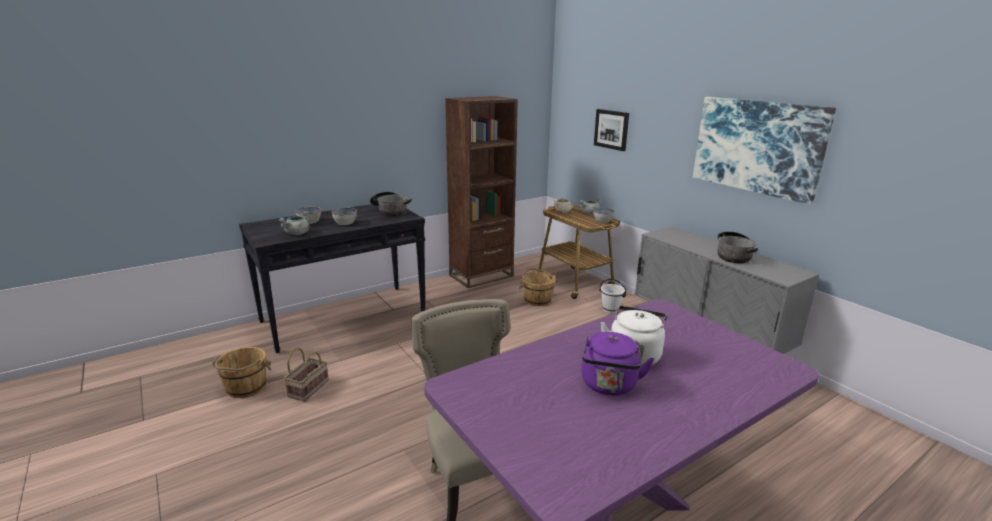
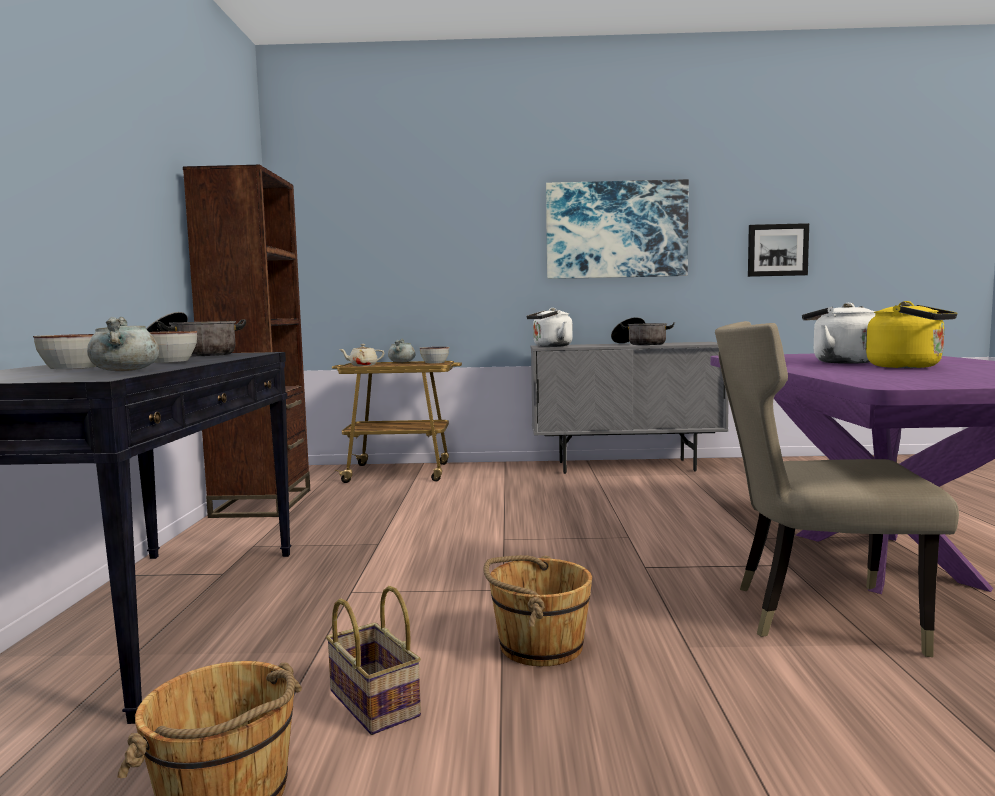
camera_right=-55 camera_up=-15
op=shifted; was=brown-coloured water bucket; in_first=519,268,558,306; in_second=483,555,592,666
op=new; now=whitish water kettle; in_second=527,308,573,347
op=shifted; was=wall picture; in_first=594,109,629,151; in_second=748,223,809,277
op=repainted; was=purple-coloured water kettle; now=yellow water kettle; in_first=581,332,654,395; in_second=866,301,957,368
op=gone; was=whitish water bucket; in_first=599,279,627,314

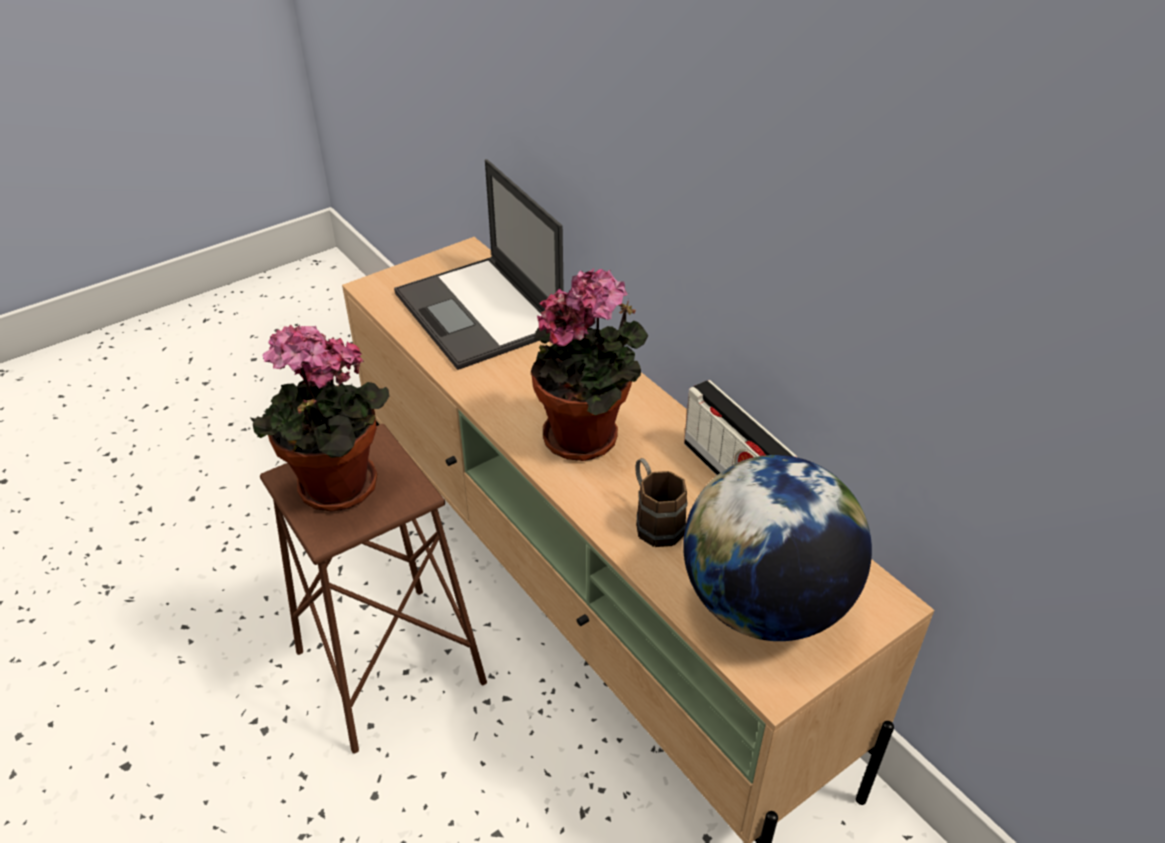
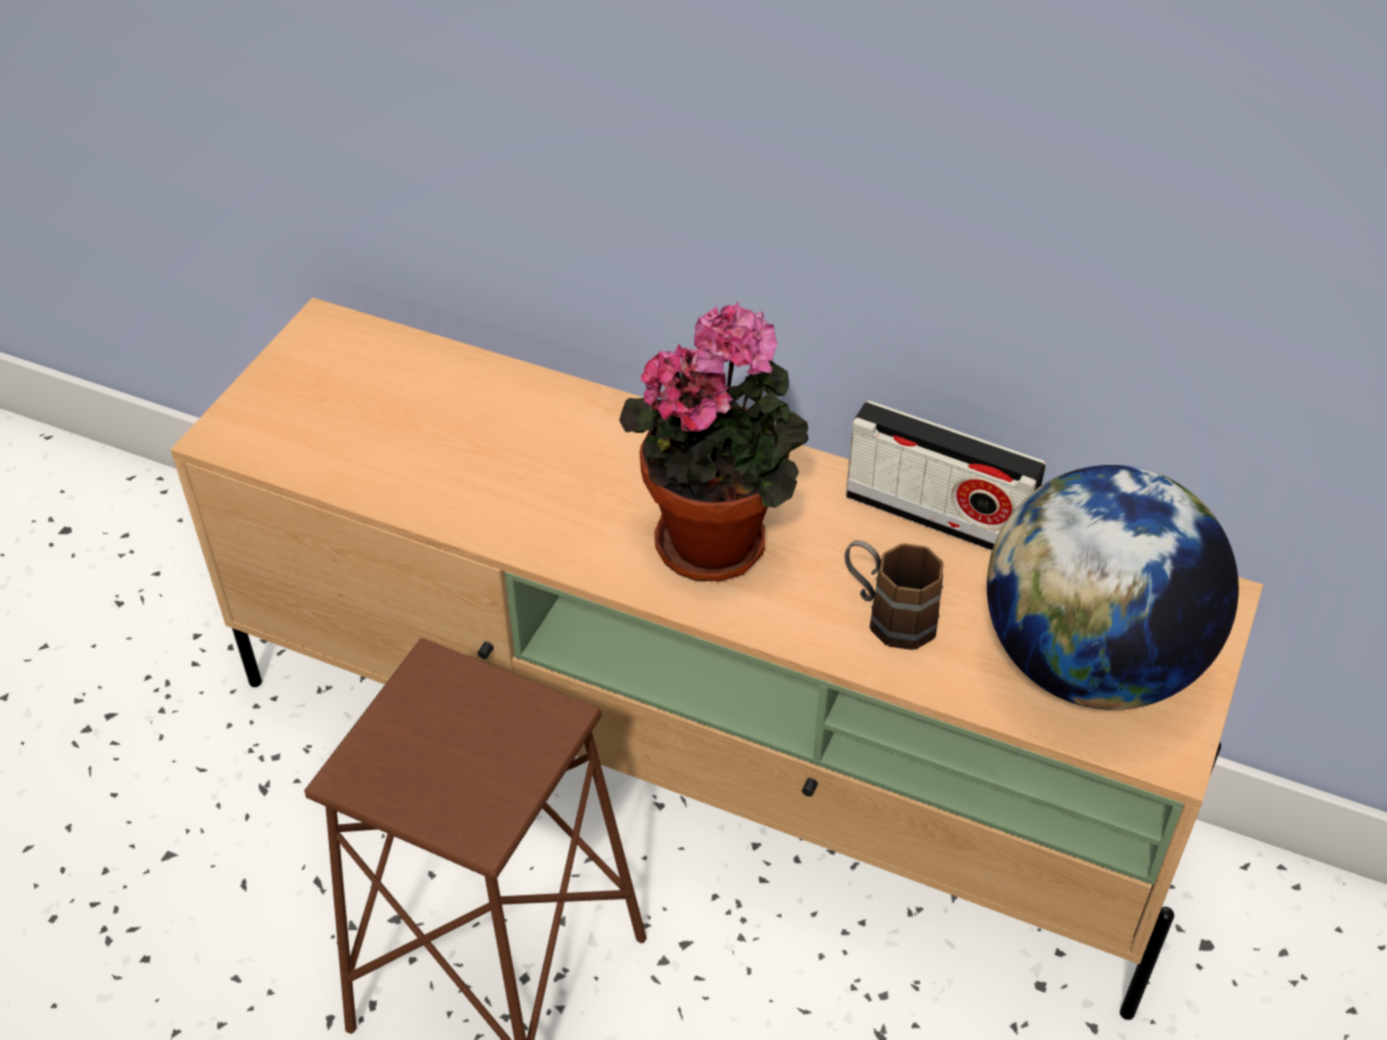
camera_right=-30 camera_up=5
op=gone; was=potted plant; in_first=250,324,389,512
op=gone; was=laptop; in_first=394,159,564,370

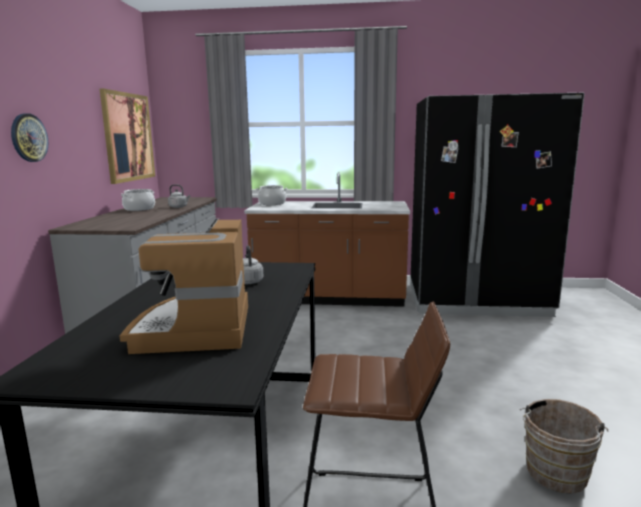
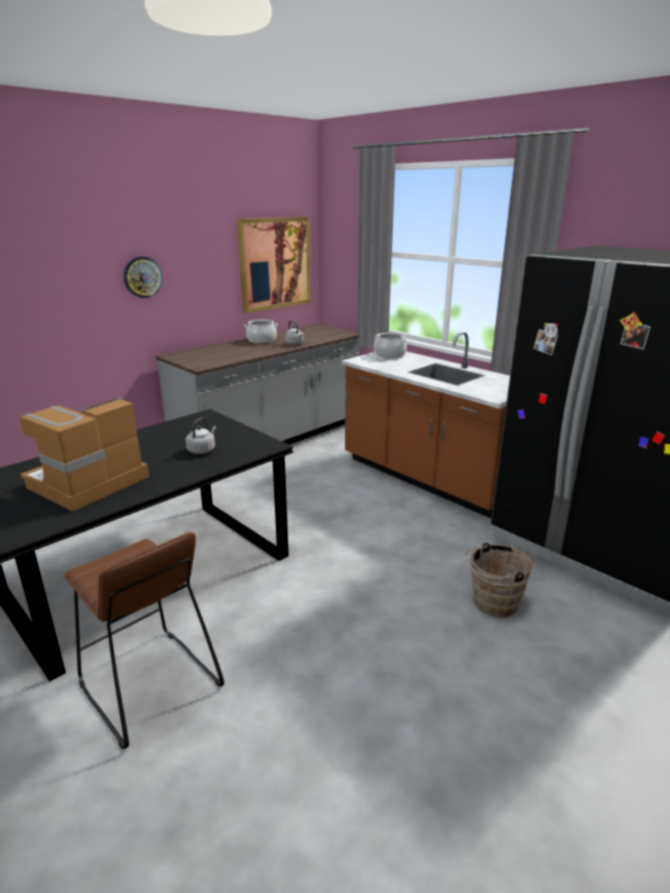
camera_right=40 camera_up=10
op=shifted; was=brown-coloured water bucket; in_first=520,399,608,494; in_second=464,543,533,617

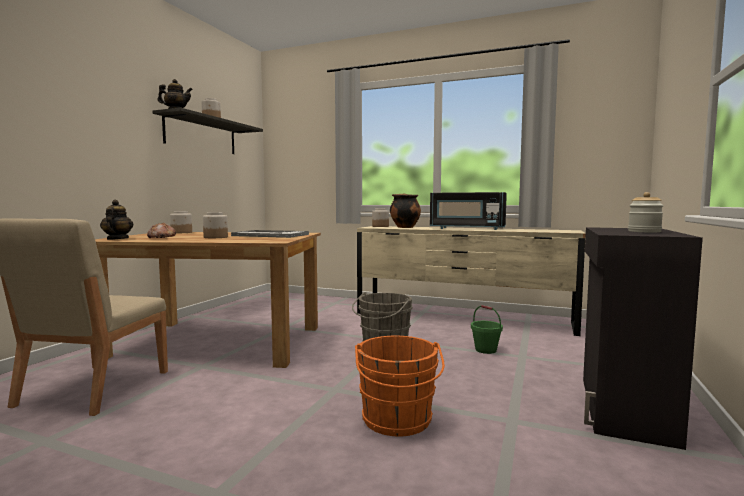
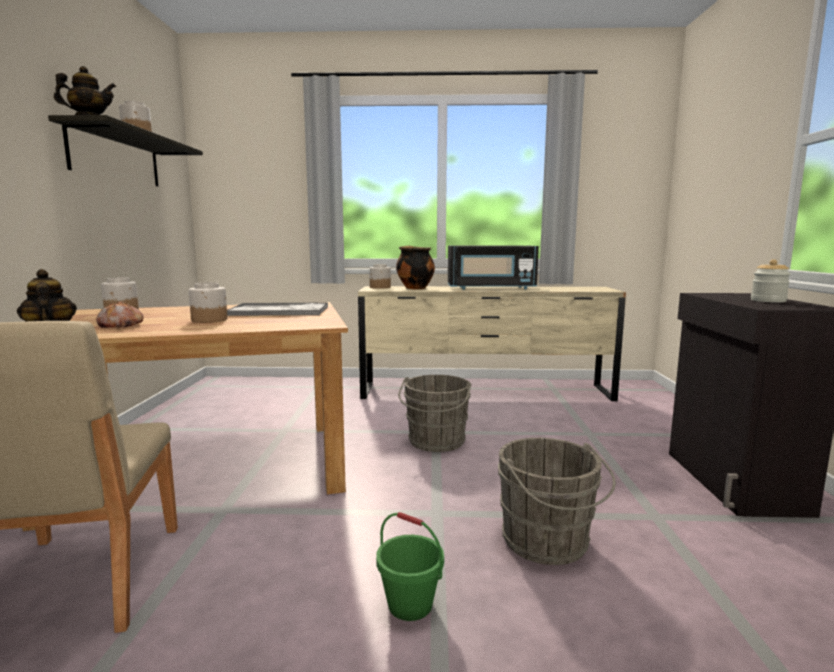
camera_right=-20 camera_up=5
op=shifted; was=green water bucket; in_first=471,305,503,354; in_second=376,512,444,621
op=repainted; was=orange-coloured water bucket; now=grey water bucket; in_first=355,336,445,436; in_second=498,438,616,565

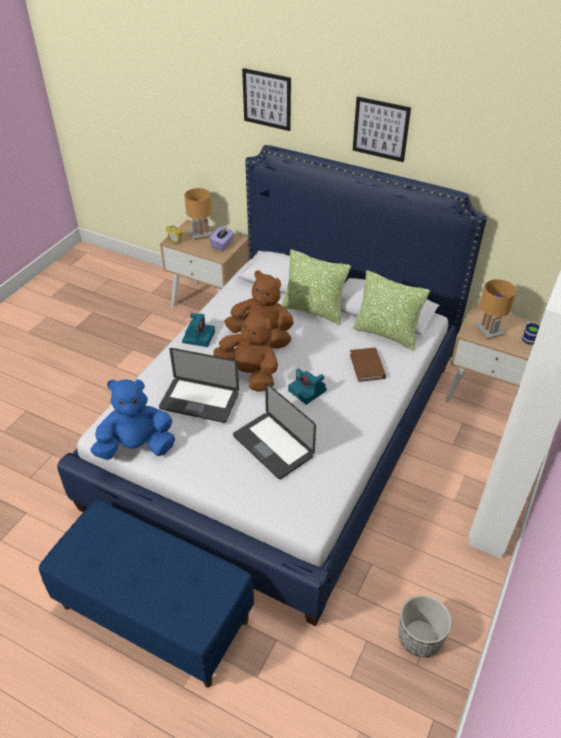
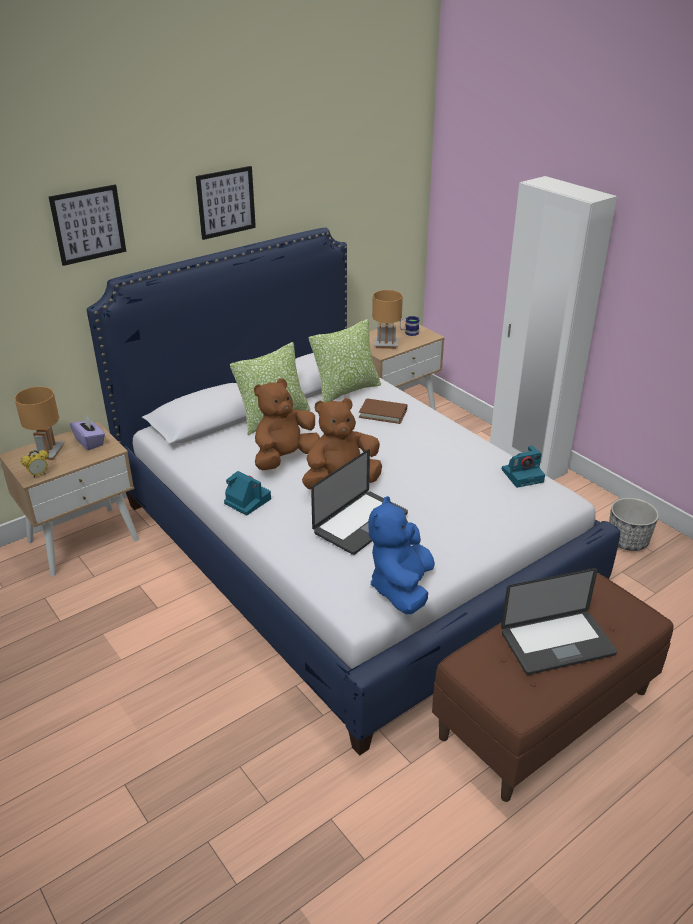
camera_right=-65 camera_up=-10
op=repainted; was=bluish indoor bench; now=brown-coloured indoor bench; in_first=39,500,254,688; in_second=432,572,673,802
op=shifted; was=laptop; in_first=233,383,316,479; in_second=501,568,617,675
op=shifted; was=still camera; in_first=288,368,327,405; in_second=502,446,545,488

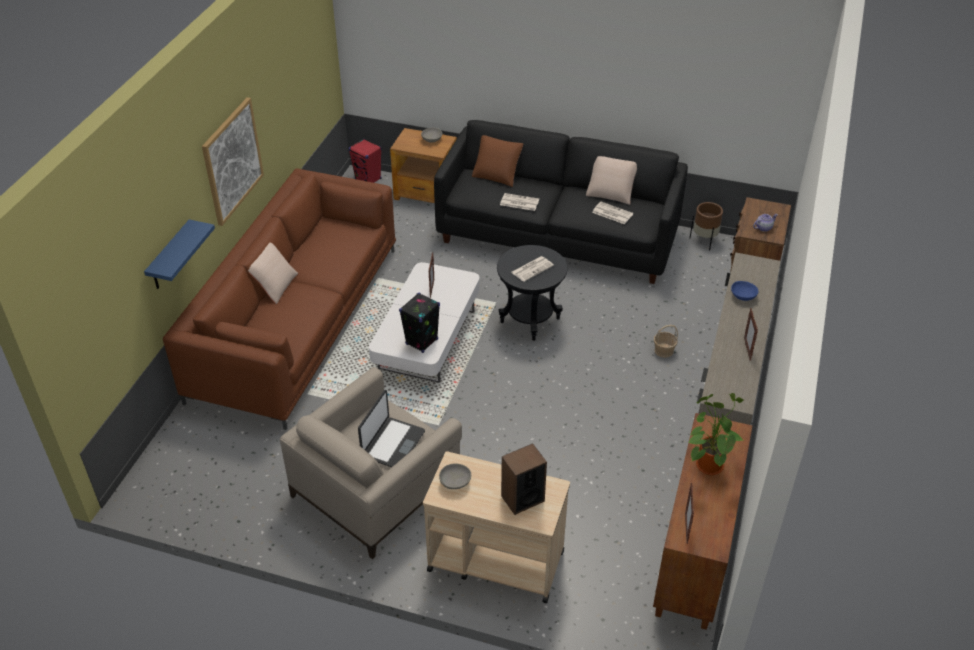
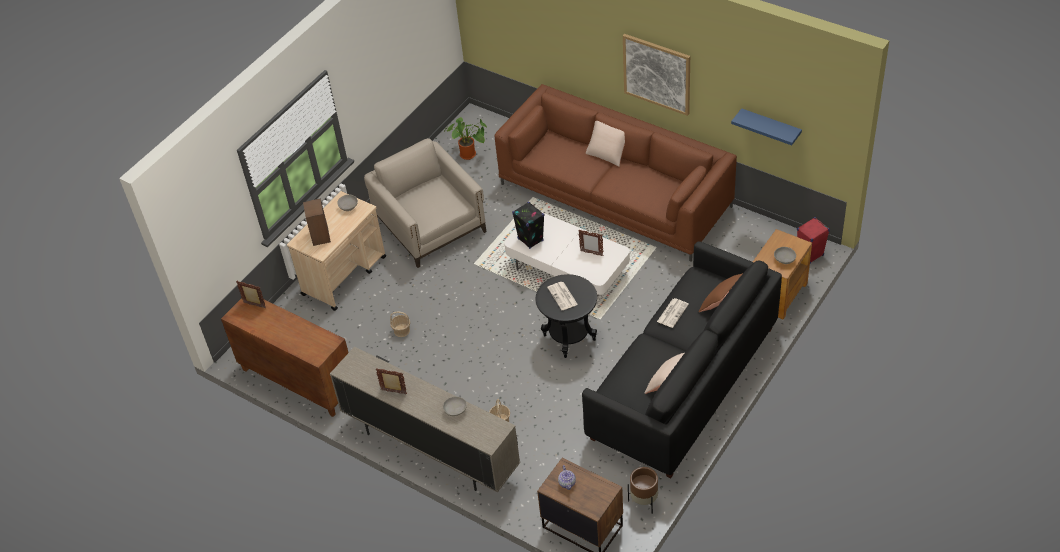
camera_right=110 camera_up=5
op=new; now=household basket; in_second=390,311,410,337
op=repainted; was=bluish serving bowl; now=grey serving bowl; in_first=731,281,759,301; in_second=443,396,467,416
op=shifted; was=potted plant; in_first=688,393,744,475; in_second=444,117,487,160
op=shifted; was=bluish wall shelf; in_first=144,219,215,289; in_second=731,108,802,145
op=gone; was=laptop; in_first=358,390,425,467
op=gone; was=newspaper; in_first=592,202,633,224

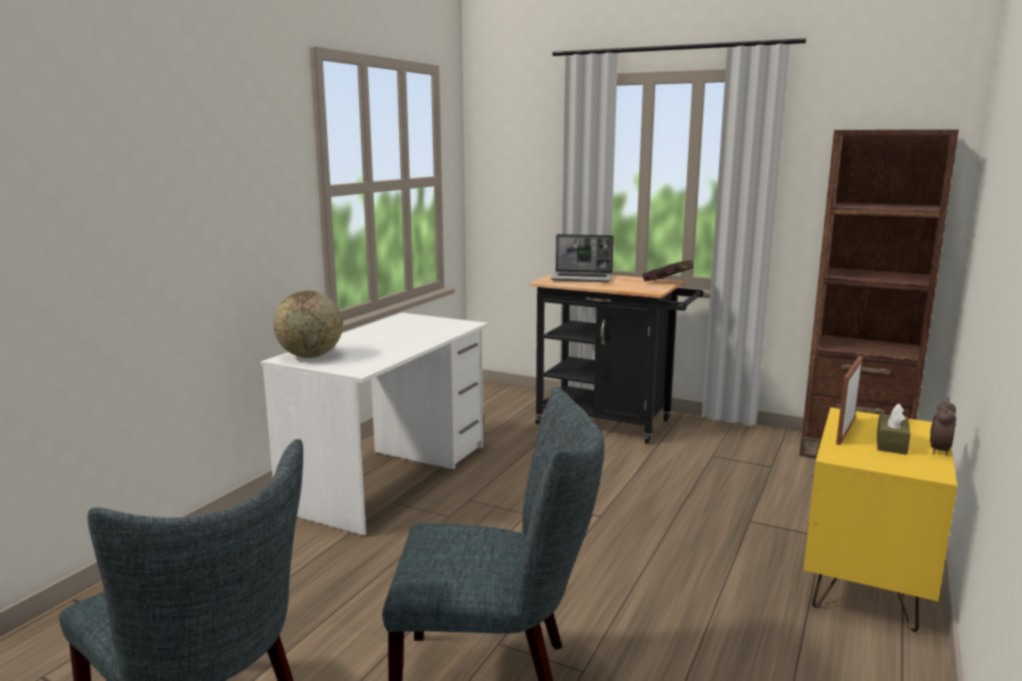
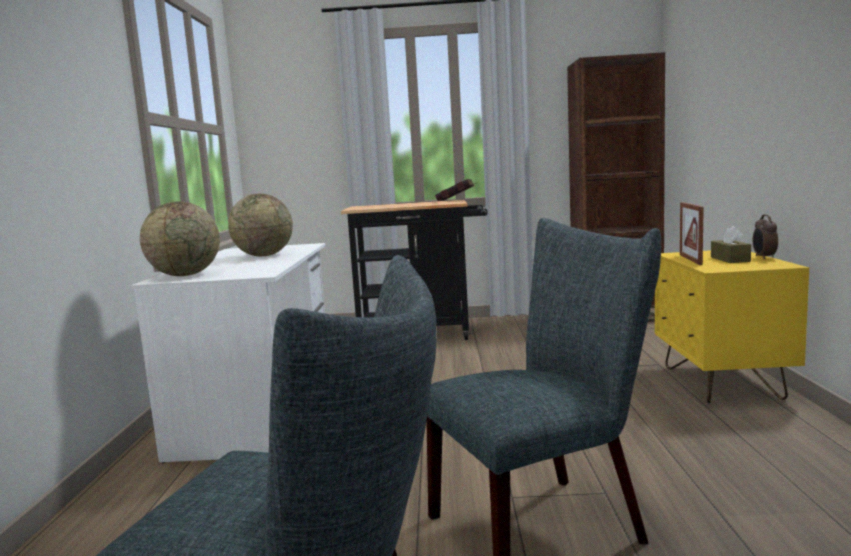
camera_right=-25 camera_up=-5
op=new; now=world globe; in_second=228,194,293,256
op=gone; was=laptop; in_first=551,234,614,282

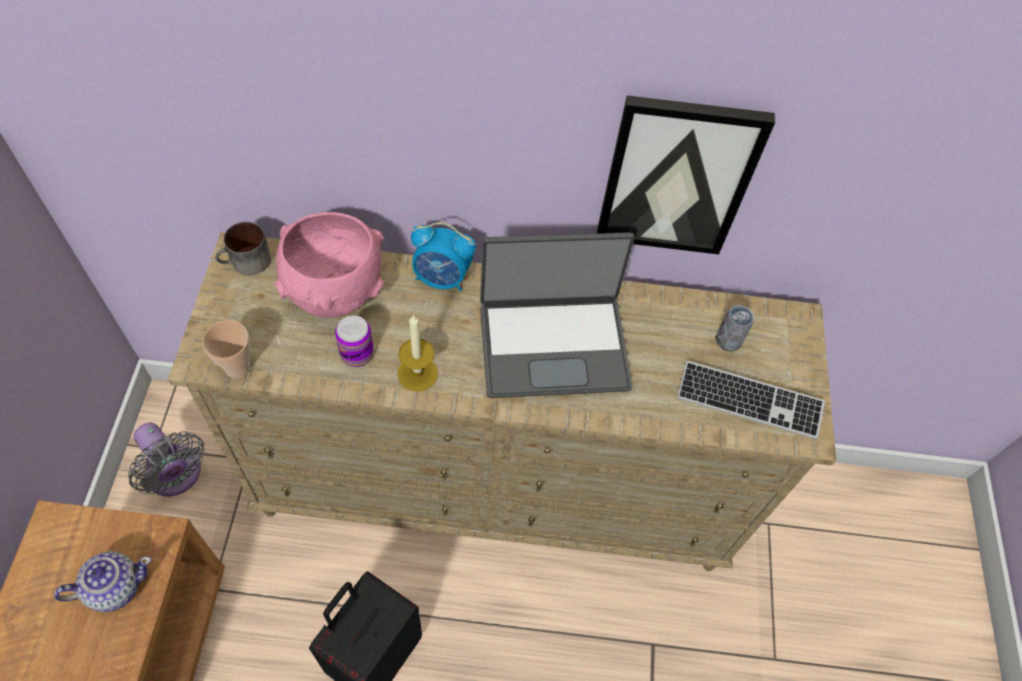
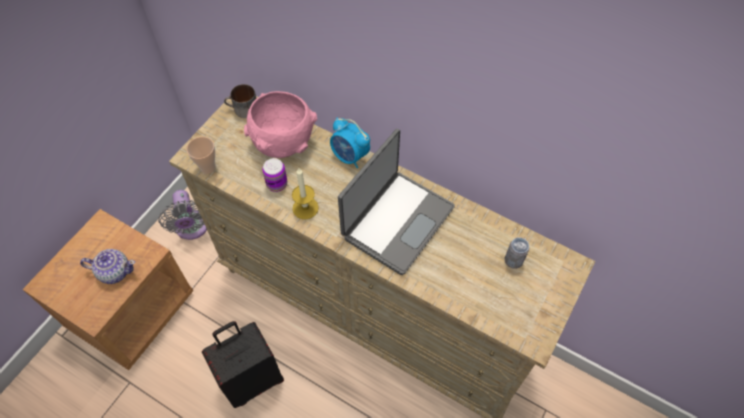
camera_right=30 camera_up=0
op=rotated; was=laptop; in_first=480,232,634,398; in_second=338,129,455,275; clockwise=-75
op=gone; was=wall picture; in_first=597,95,775,254
op=gone; was=PC keyboard; in_first=677,360,825,439

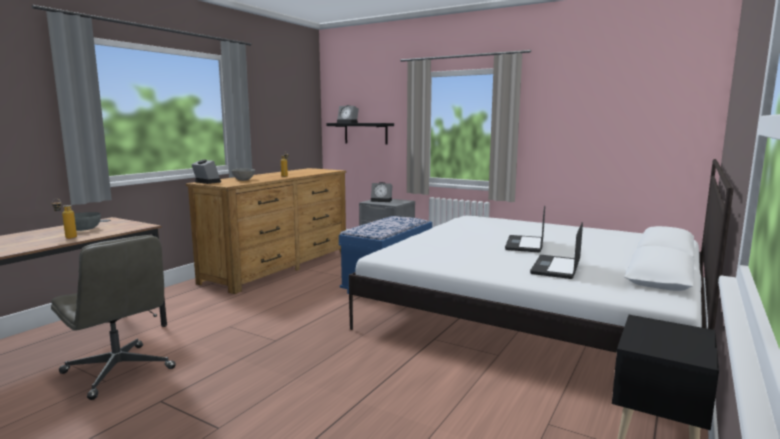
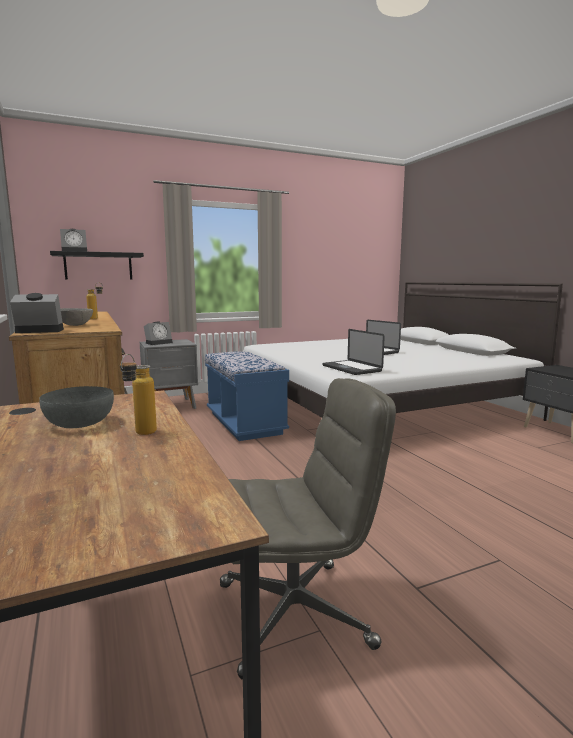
camera_right=-55 camera_up=0
op=shifted; was=laptop; in_first=530,222,583,279; in_second=323,329,385,375

